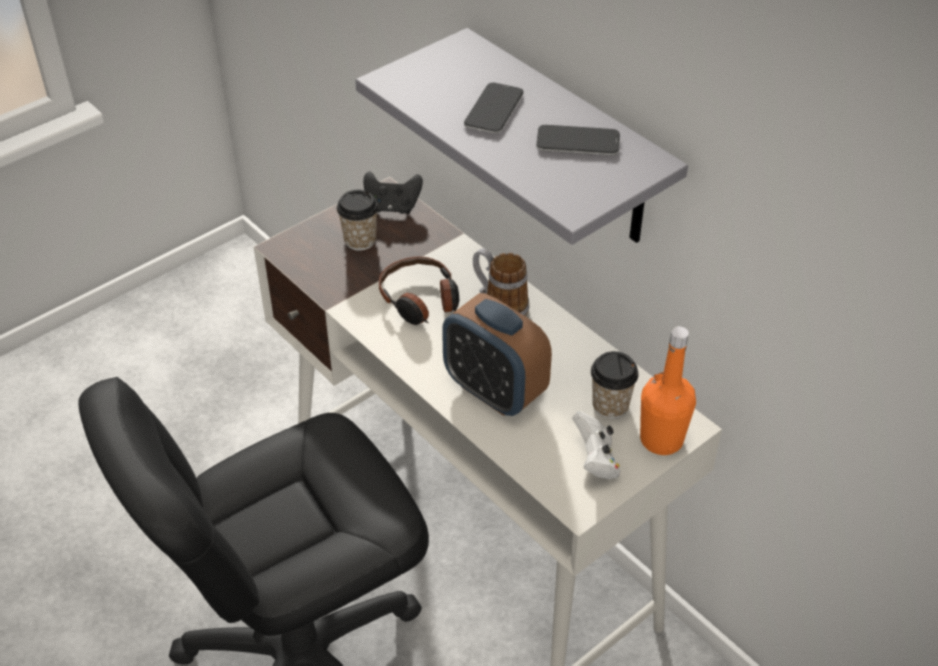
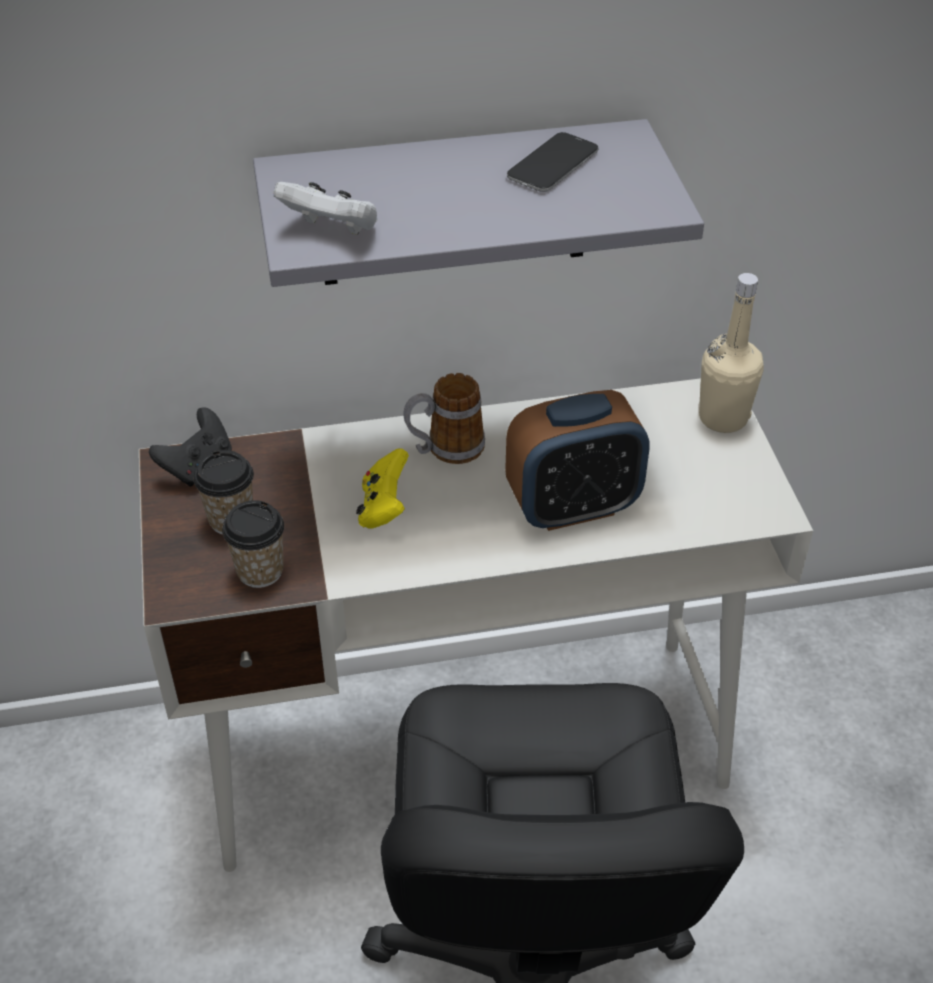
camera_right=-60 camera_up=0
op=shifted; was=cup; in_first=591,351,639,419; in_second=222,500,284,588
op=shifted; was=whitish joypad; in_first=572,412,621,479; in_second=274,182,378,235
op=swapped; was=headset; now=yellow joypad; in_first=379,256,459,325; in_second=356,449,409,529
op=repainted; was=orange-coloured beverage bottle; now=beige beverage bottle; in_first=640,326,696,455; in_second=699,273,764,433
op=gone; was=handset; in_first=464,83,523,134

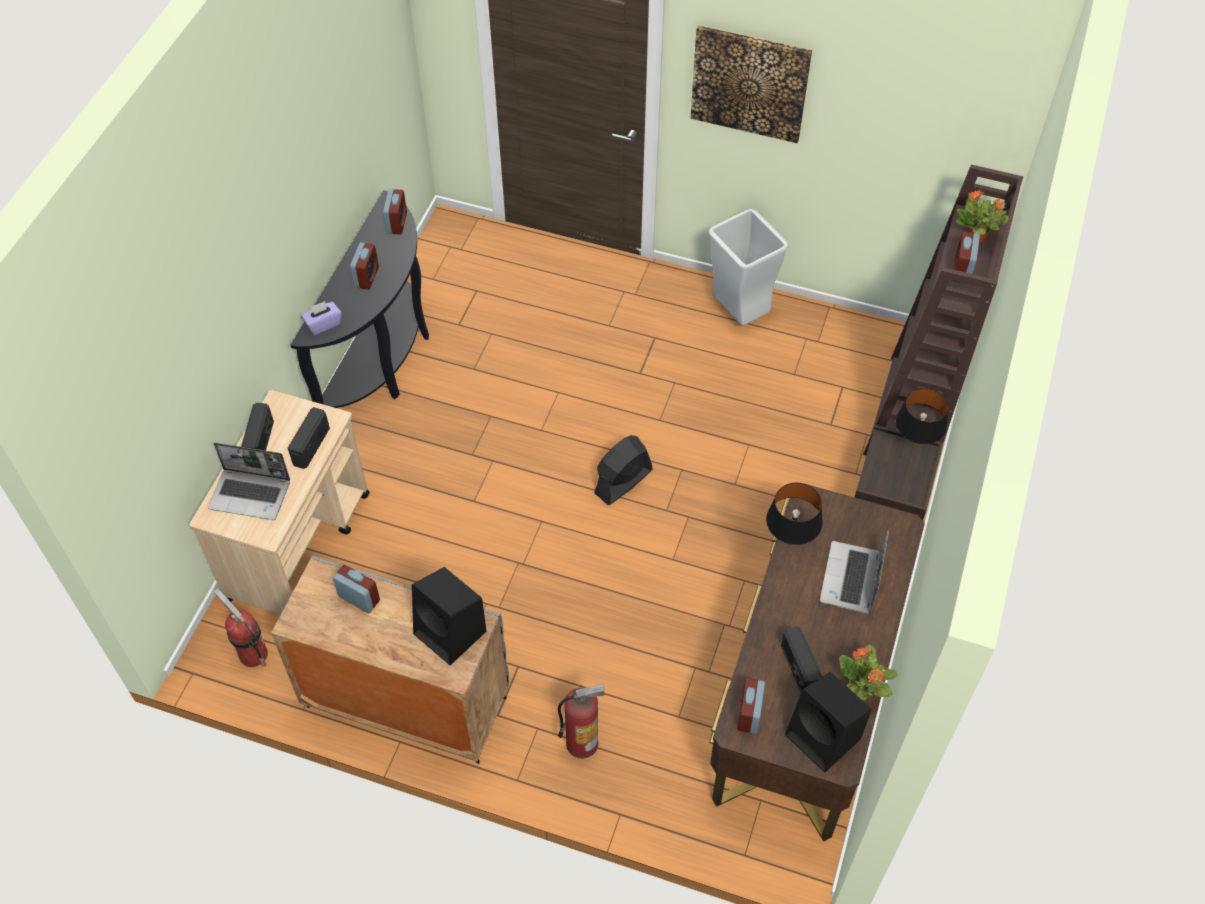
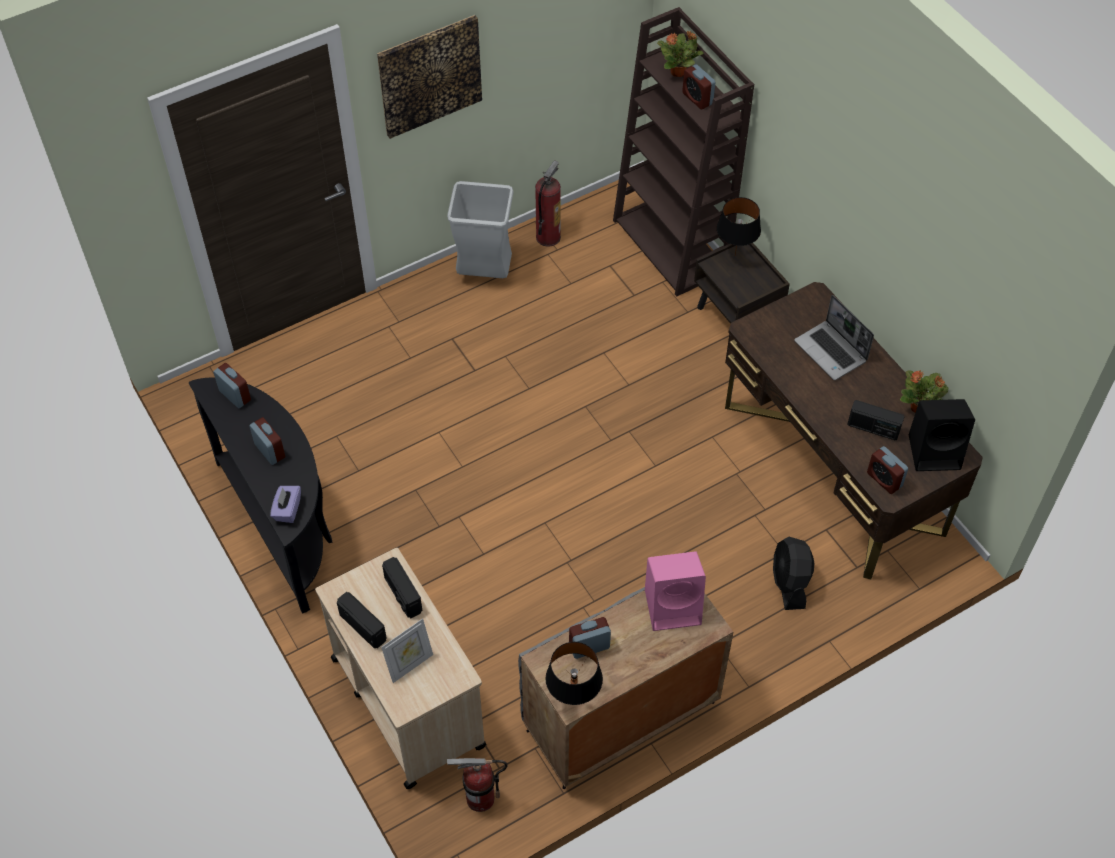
camera_right=-50 camera_up=0
op=swapped; was=laptop; now=picture frame; in_first=208,443,290,520; in_second=381,618,433,683
op=shifted; was=fire-fighting cylinder; in_first=558,684,605,759; in_second=535,161,561,247
op=shifted; was=blackish tabletop lamp; in_first=766,483,823,547; in_second=546,642,603,705
op=repainted; was=blackish loudspeaker; now=pinkish loudspeaker; in_first=412,567,486,665; in_second=645,551,706,631
op=shifted; was=blackish electric fan; in_first=594,435,653,505; in_second=773,536,814,610

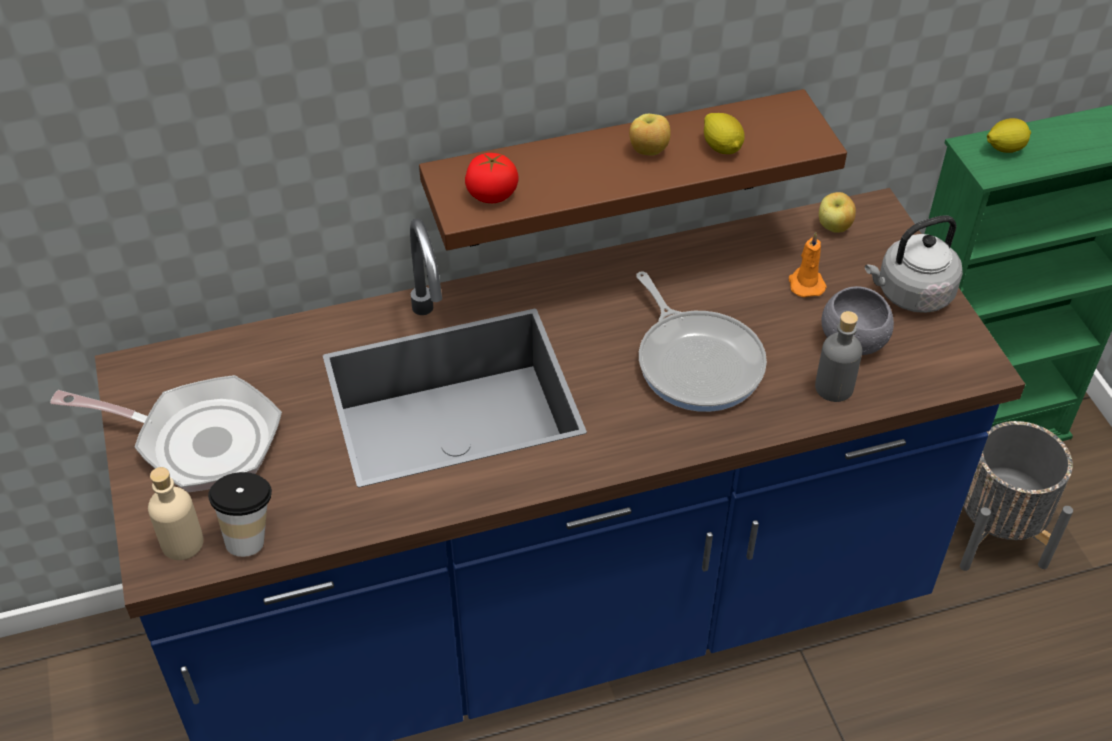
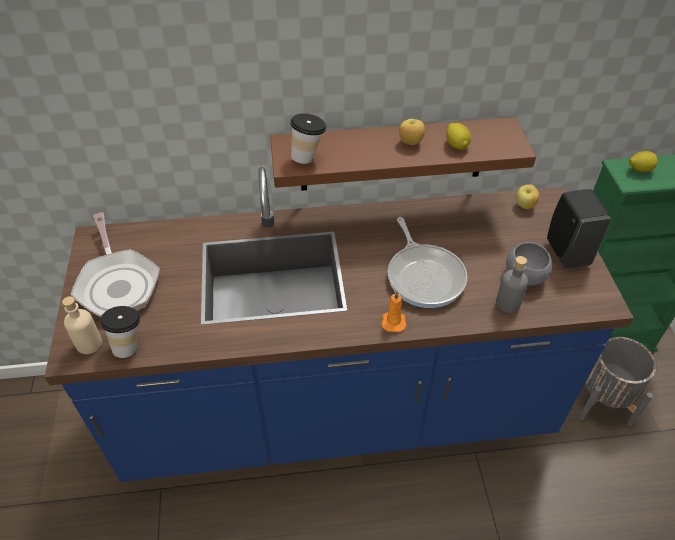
camera_right=10 camera_up=0
op=rotated; was=frying pan; in_first=50,375,282,492; in_second=70,212,160,317; clockwise=45
op=swapped; was=fresh tomato; now=cup; in_first=465,153,519,203; in_second=291,113,326,164
op=shifted; was=orange-coloured wax light; in_first=789,232,827,297; in_second=381,291,407,332
op=swapped; was=grey water kettle; now=blackish soap bottle; in_first=865,215,963,313; in_second=547,189,611,268

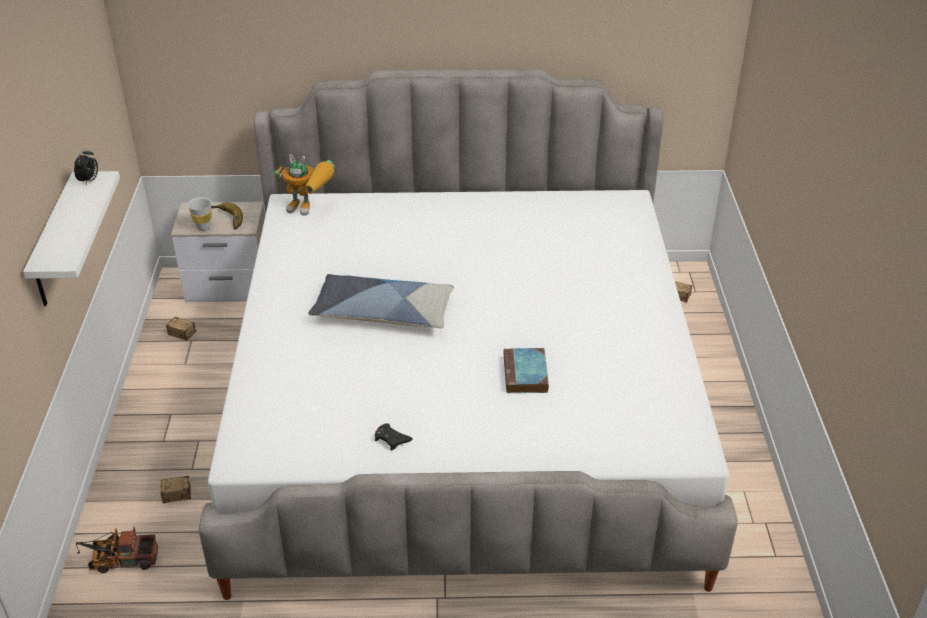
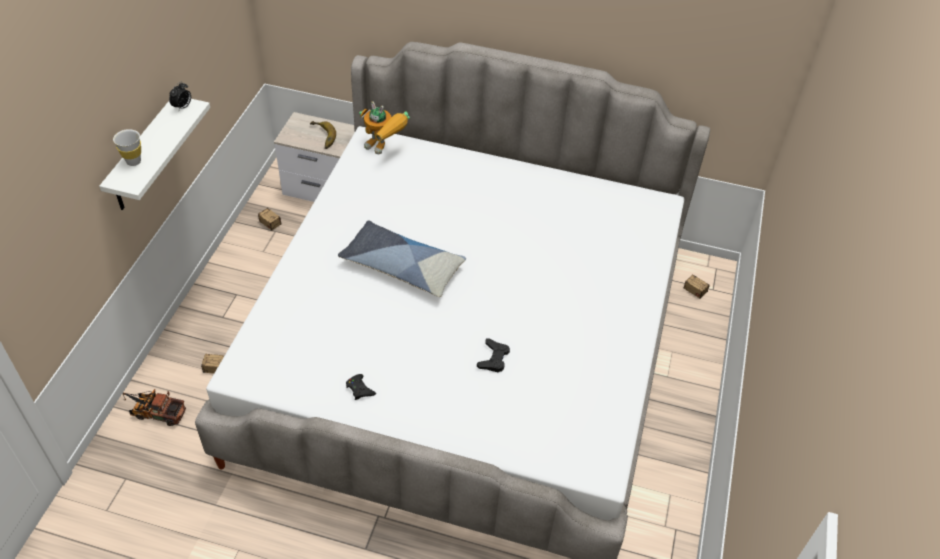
camera_right=15 camera_up=10
op=shifted; was=whitish cup; in_first=188,197,212,231; in_second=113,129,141,166
op=swapped; was=volume; now=blackish joypad; in_first=504,348,549,393; in_second=477,339,510,373

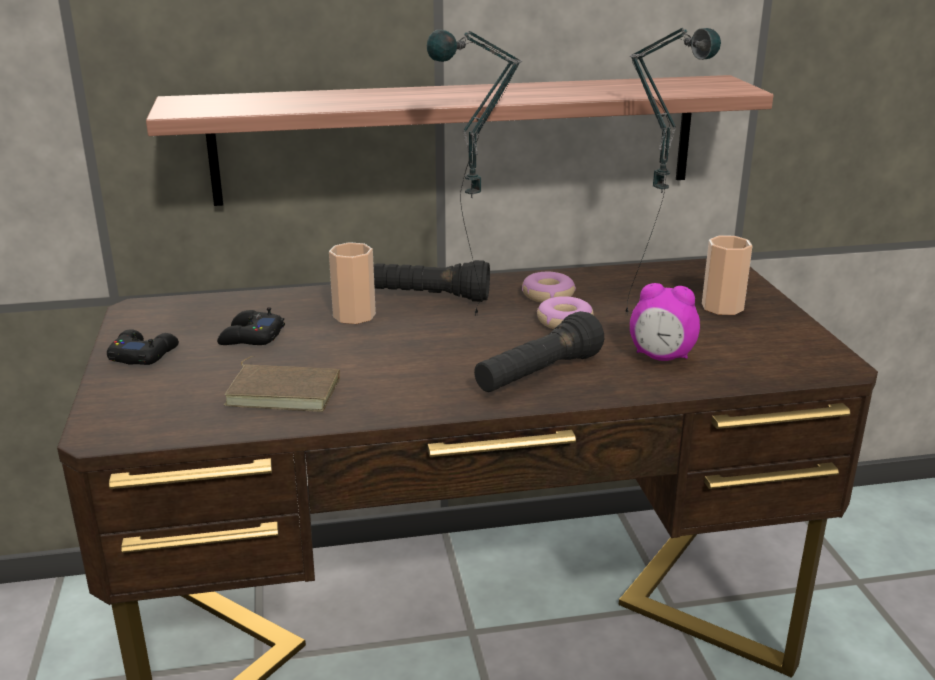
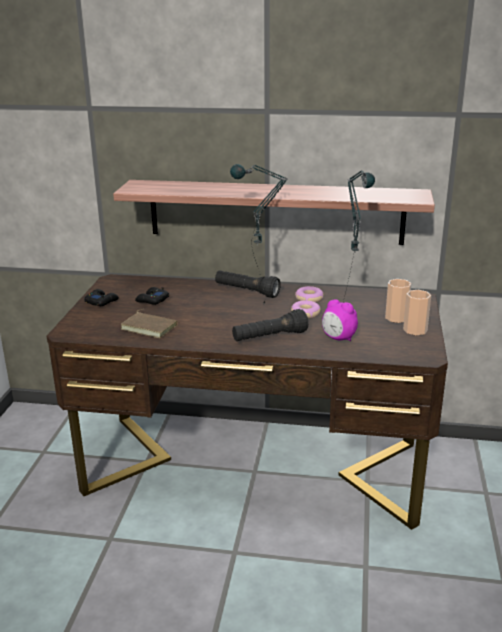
camera_right=20 camera_up=0
op=shifted; was=cup; in_first=329,242,376,324; in_second=403,290,431,335

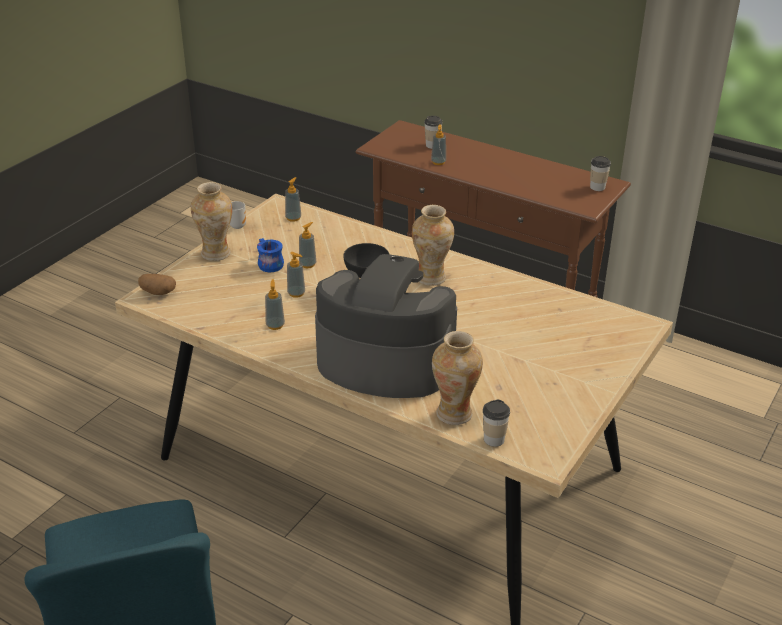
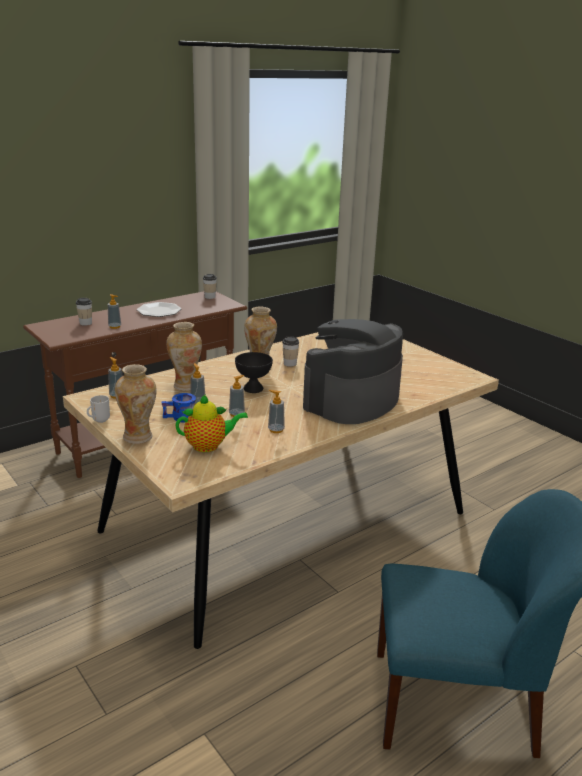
camera_right=-70 camera_up=-10
op=new; now=plate; in_second=137,302,181,317
op=shifted; was=vase; in_first=432,331,483,425; in_second=166,322,202,391
op=new; now=tea pot; in_second=175,394,248,452
op=shifted; was=cup; in_first=483,399,510,447; in_second=282,336,299,367
op=gone; was=whole potato; in_first=138,274,176,295

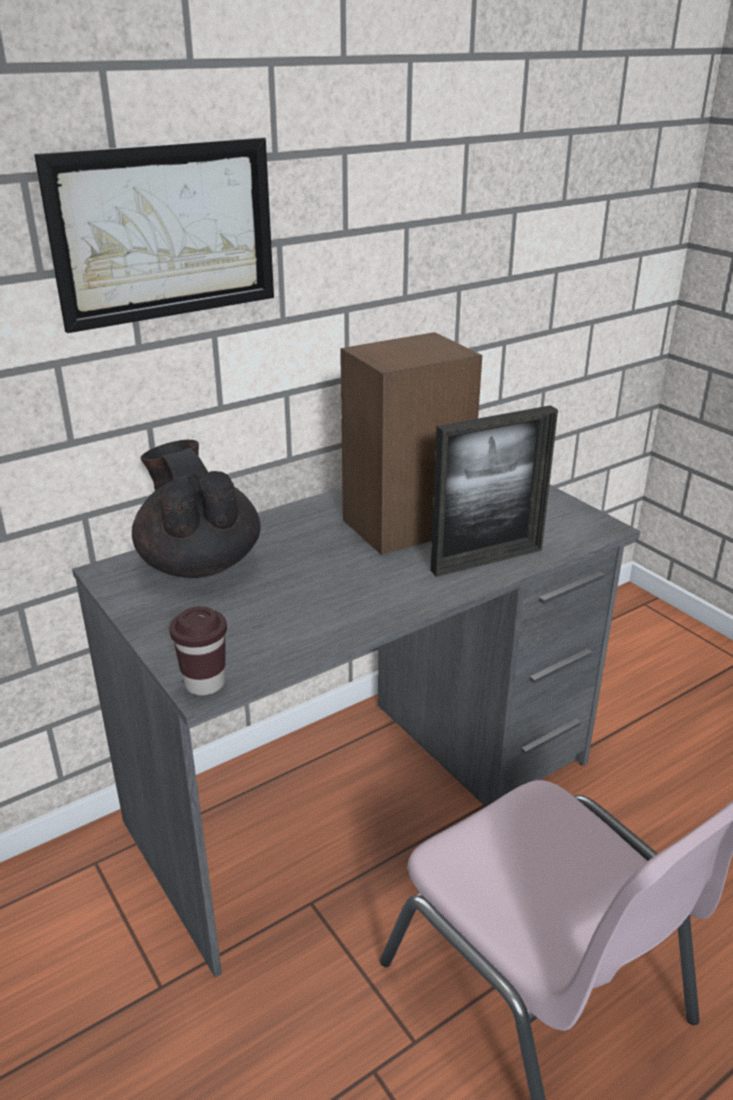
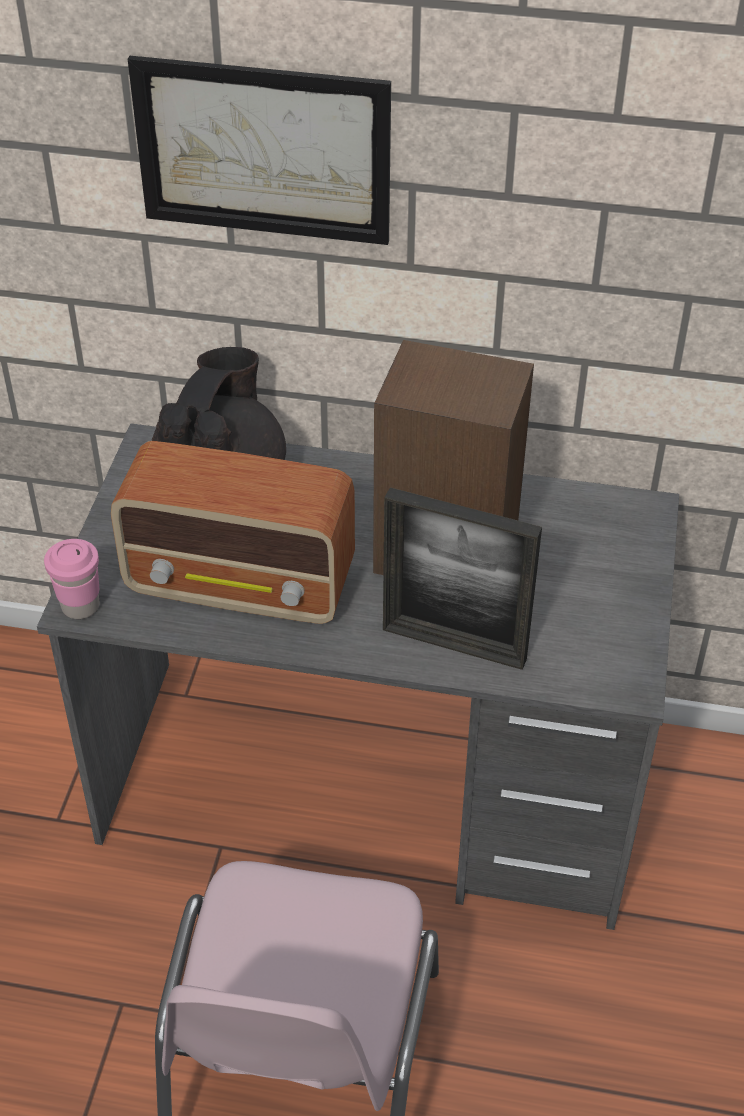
camera_right=45 camera_up=15
op=repainted; was=brown-coloured cup; now=pinkish cup; in_first=169,606,227,696; in_second=44,539,99,619
op=new; now=radio set; in_second=111,441,355,624

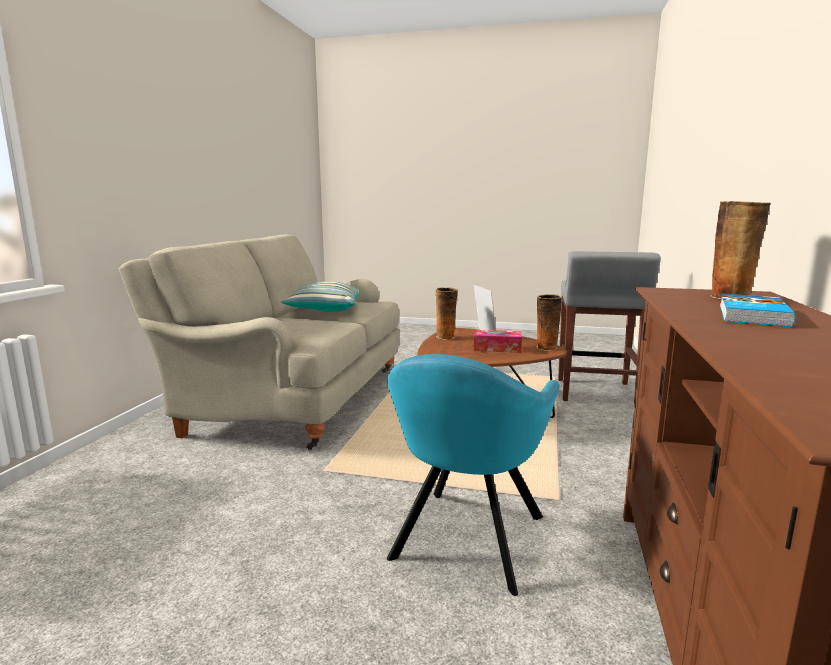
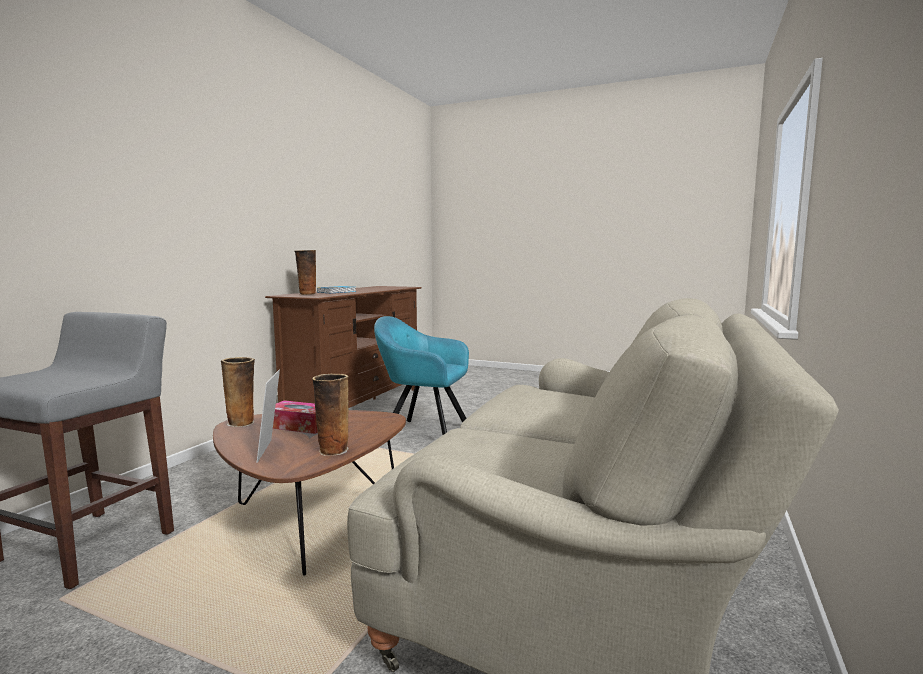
camera_right=-170 camera_up=-5
op=rotated; was=blue-green easy chair; in_first=387,354,559,596; in_second=374,316,469,435; clockwise=-105
op=gone; was=pillow; in_first=281,281,360,312

